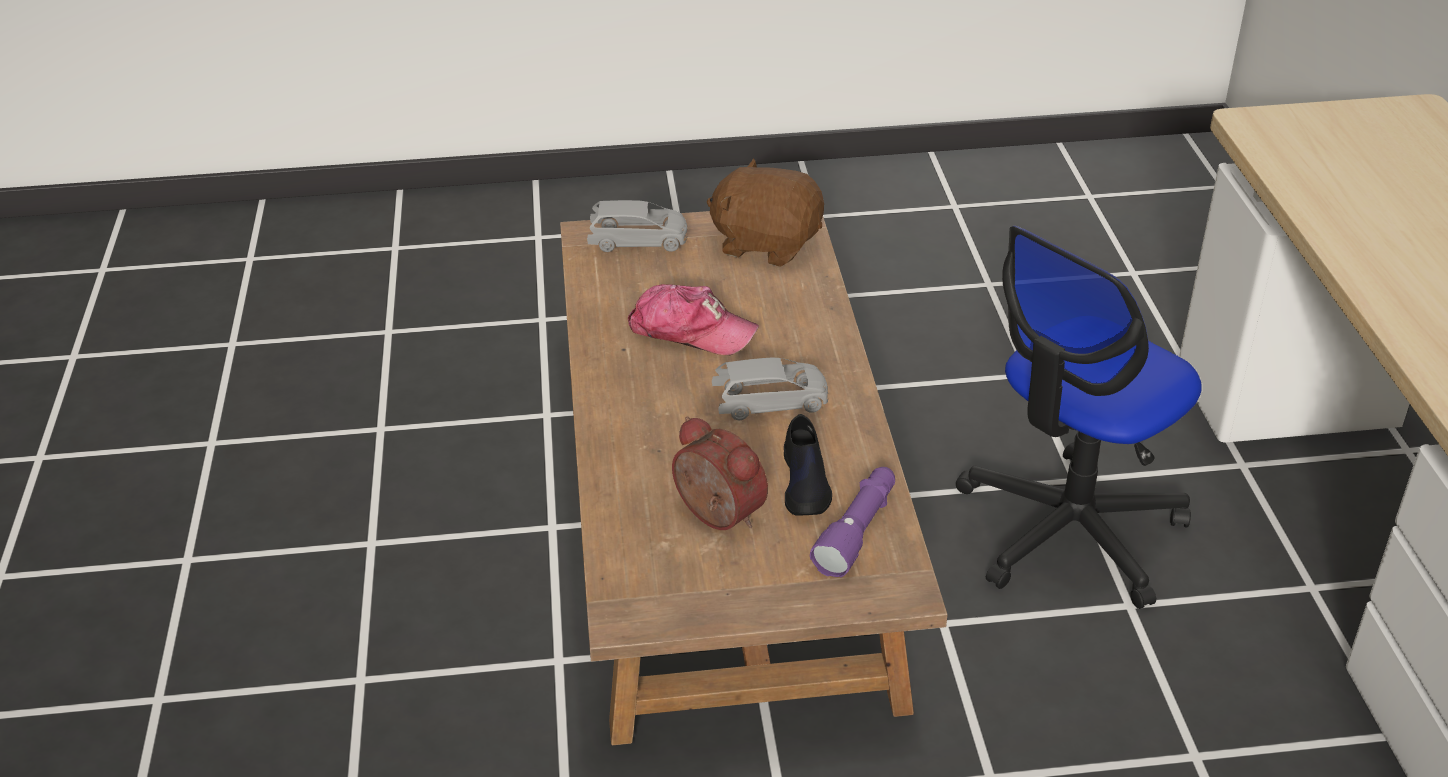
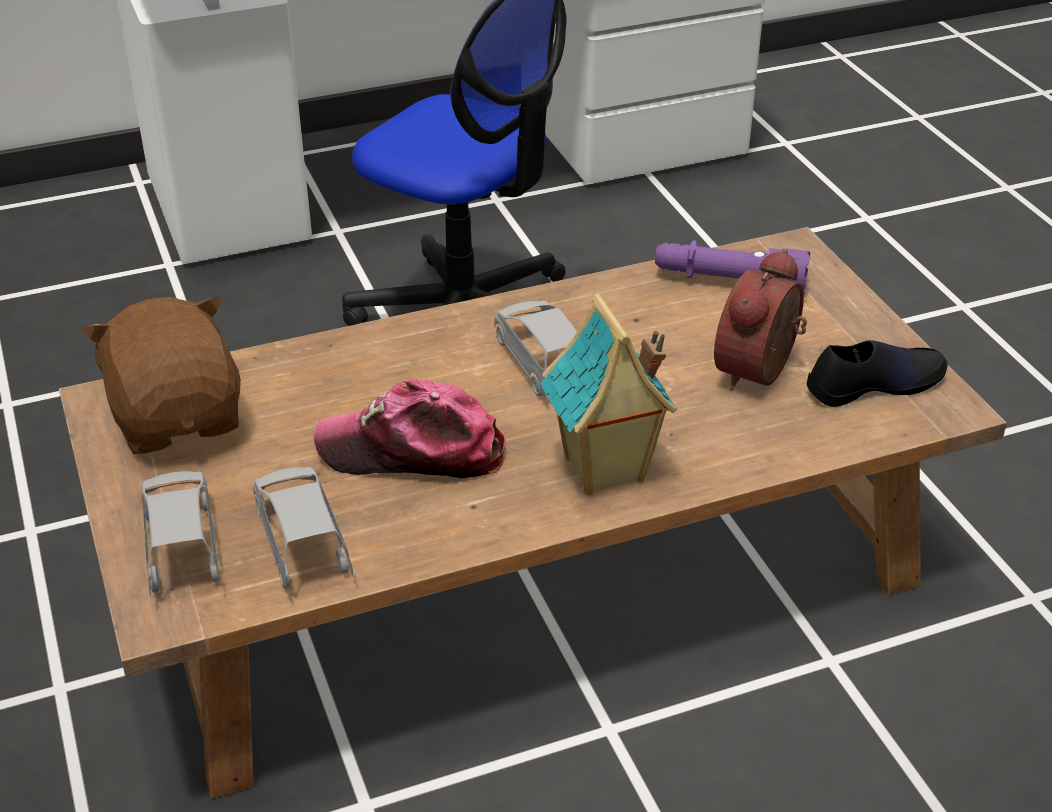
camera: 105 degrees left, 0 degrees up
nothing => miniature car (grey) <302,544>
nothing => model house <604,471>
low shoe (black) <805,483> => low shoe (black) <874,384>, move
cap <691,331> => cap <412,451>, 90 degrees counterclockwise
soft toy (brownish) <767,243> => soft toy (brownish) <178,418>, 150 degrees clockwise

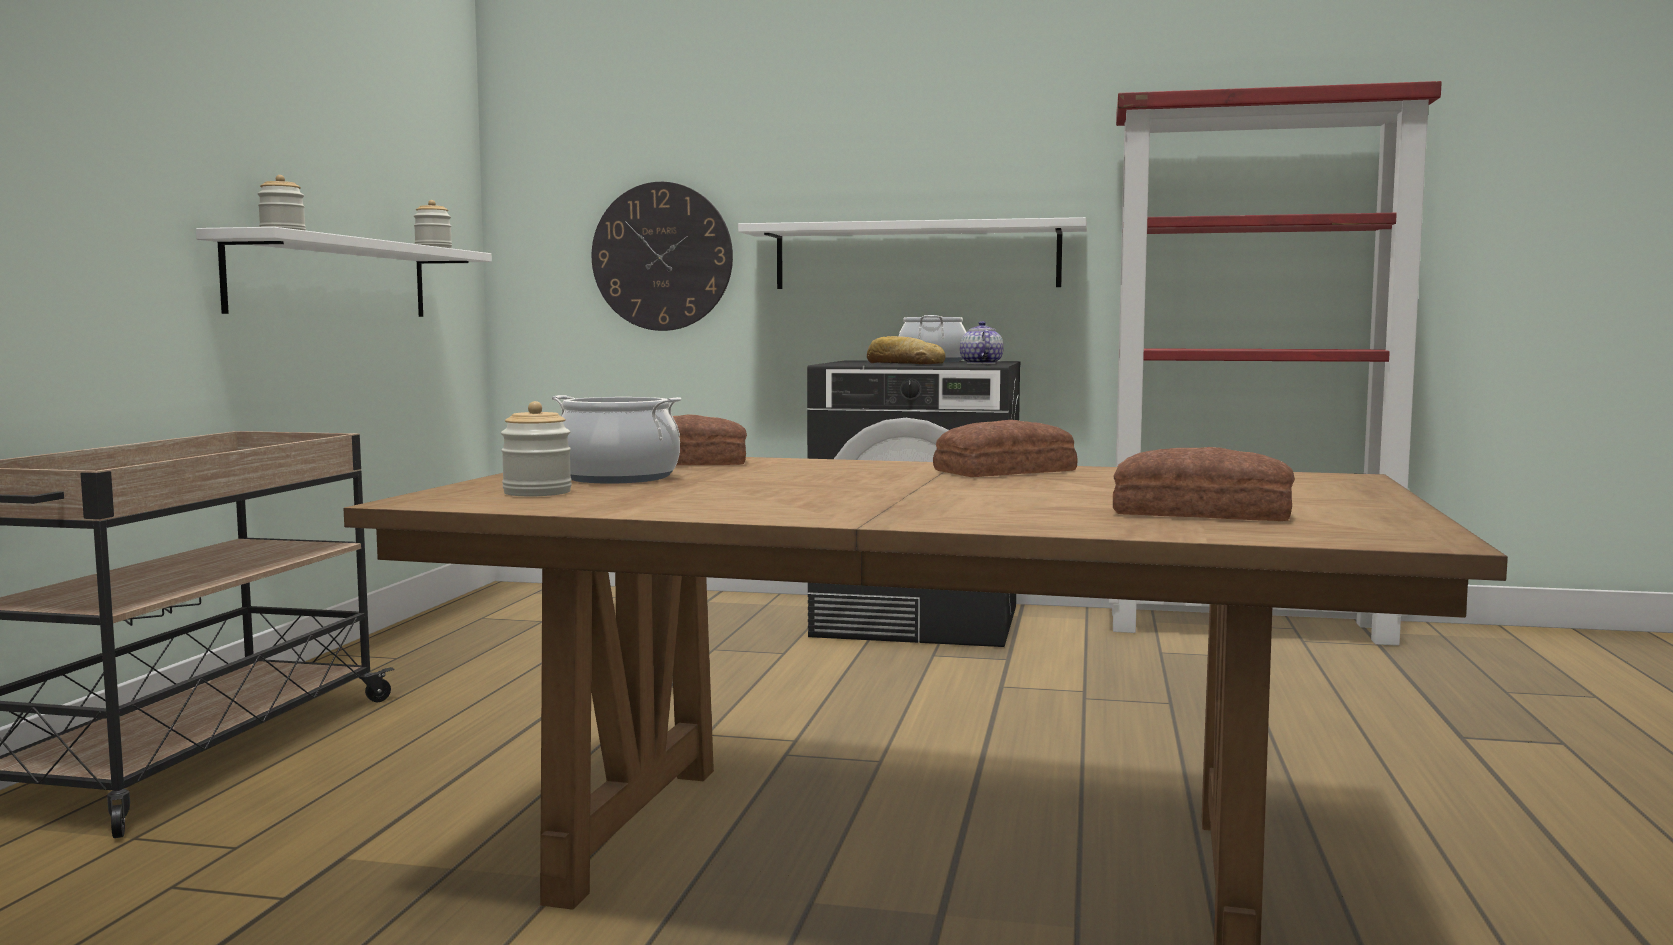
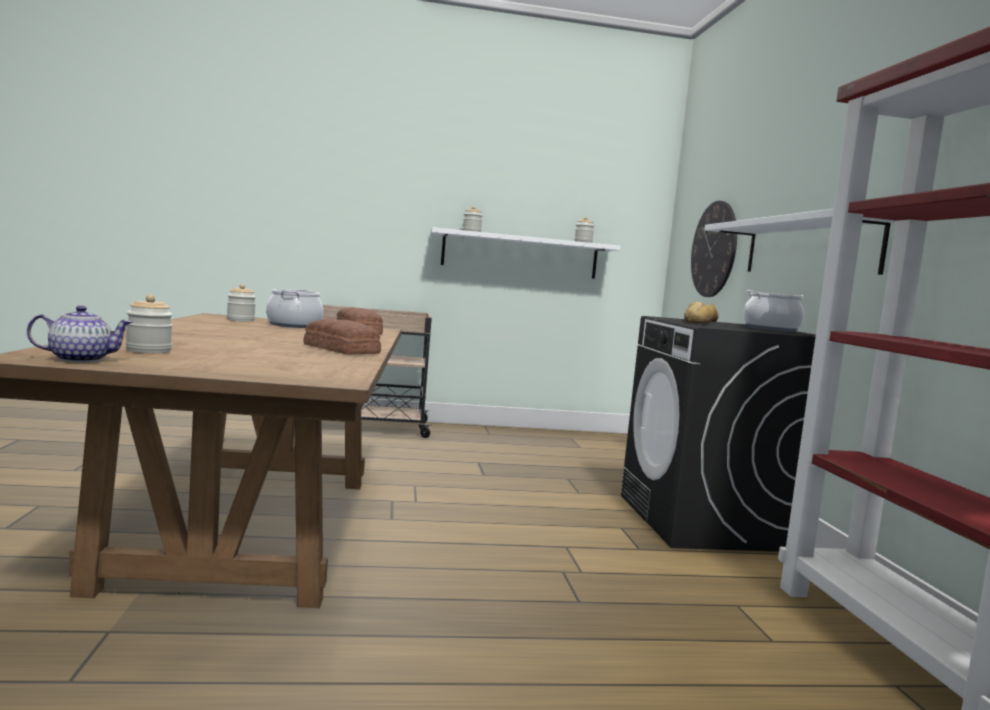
camera: 70 degrees right, 0 degrees up
teapot <980,363> => teapot <79,359>, move
bakery bread <1203,513> => storage jar <148,350>

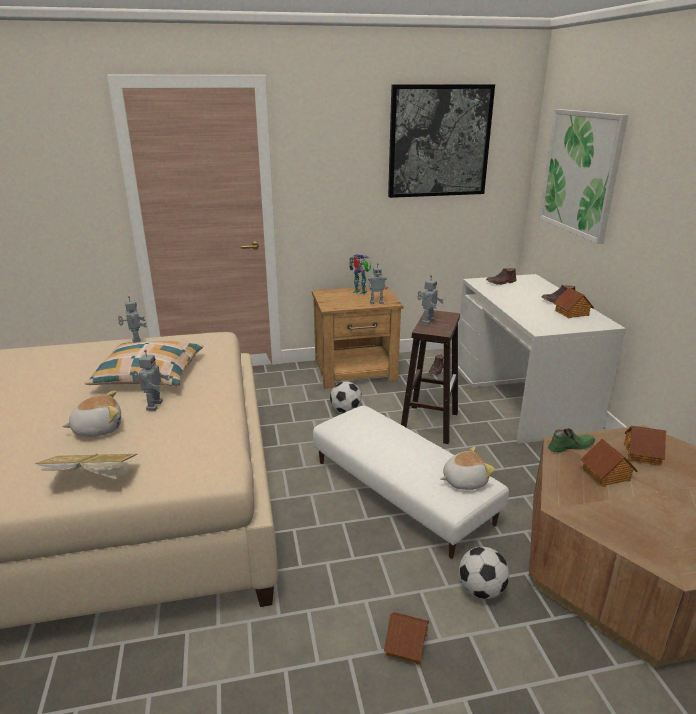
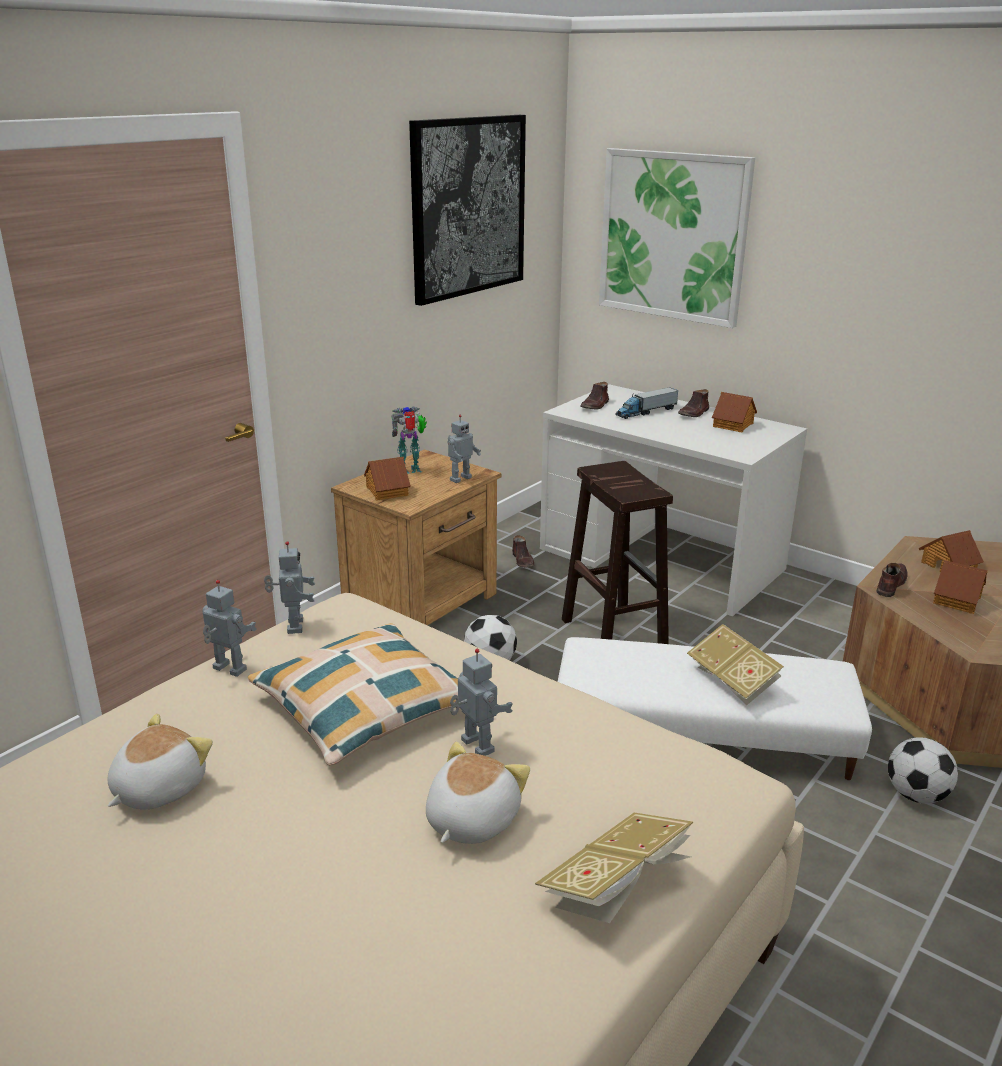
camera: 40 degrees left, 0 degrees up
nothing => toy lorry <646,412>
nothing => volume <733,681>
model house <405,643> => model house <386,491>, move
model robot <427,321> => model robot <293,626>, move
soft toy <464,481> => soft toy <157,788>, move
low shoe (green) <570,446> => low shoe (brownish) <890,585>

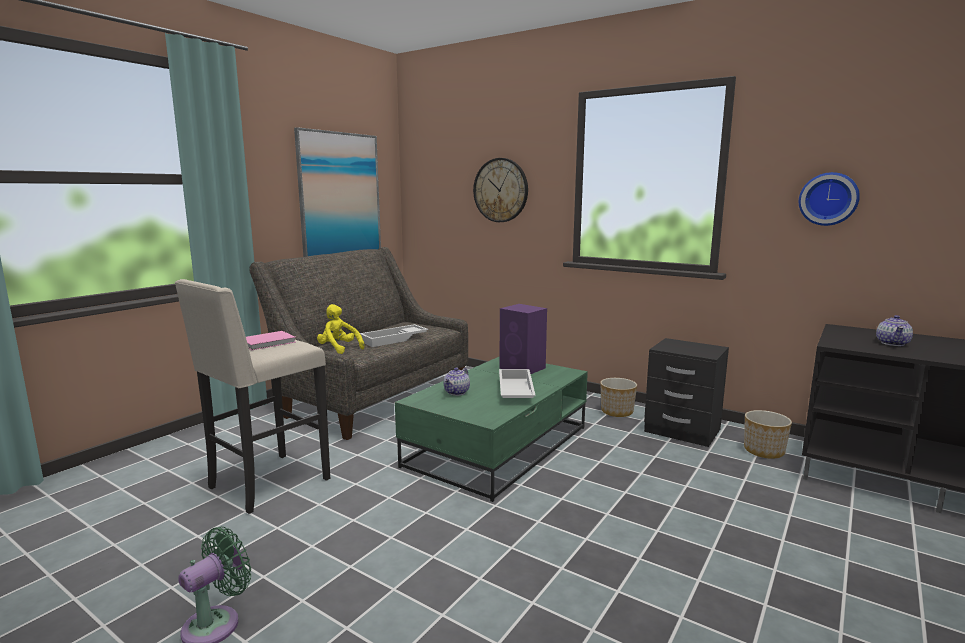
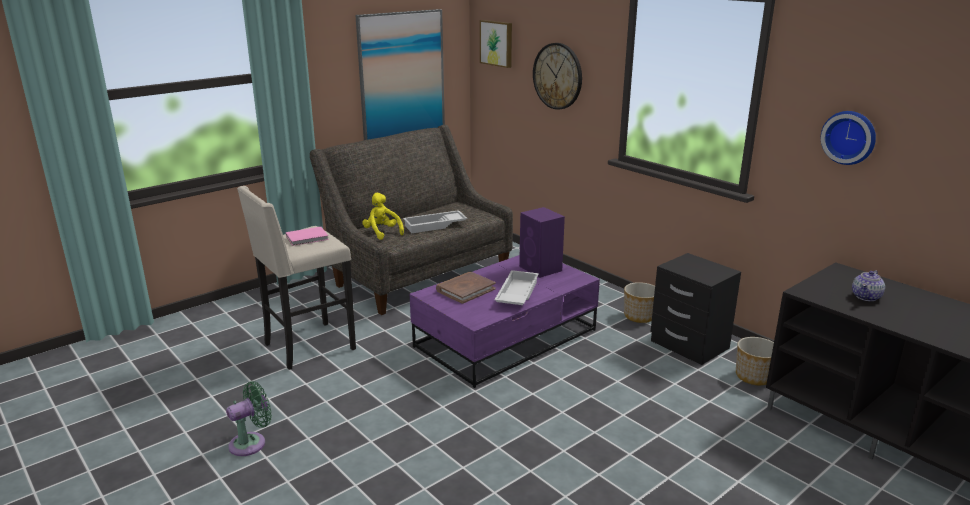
camera: 15 degrees right, 10 degrees up
nothing => wall picture <497,43>
teapot <457,392> => volume (brownish) <465,290>
lounge table (green) <498,445> => lounge table (purplish) <506,337>

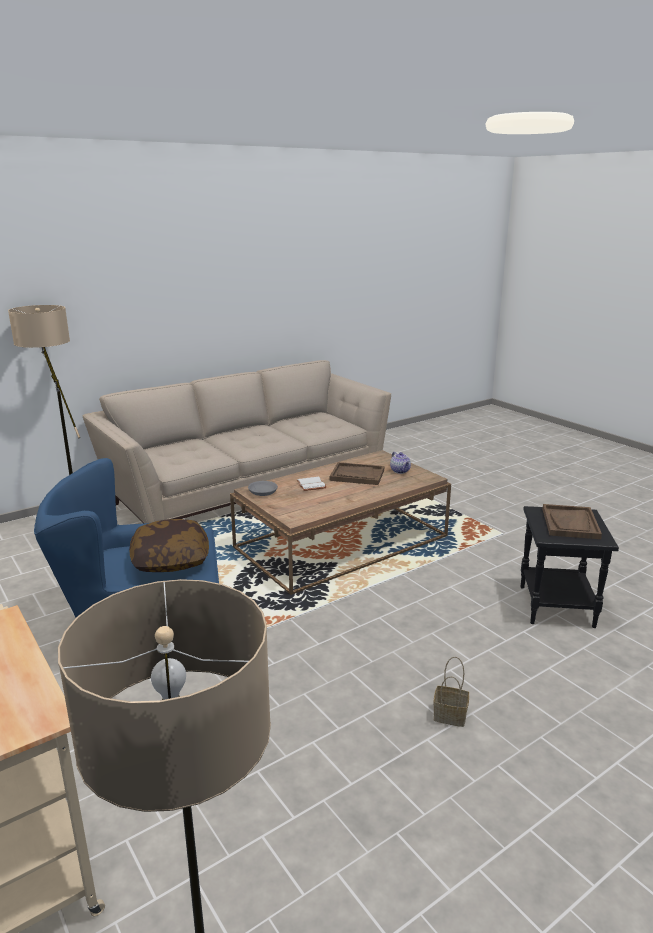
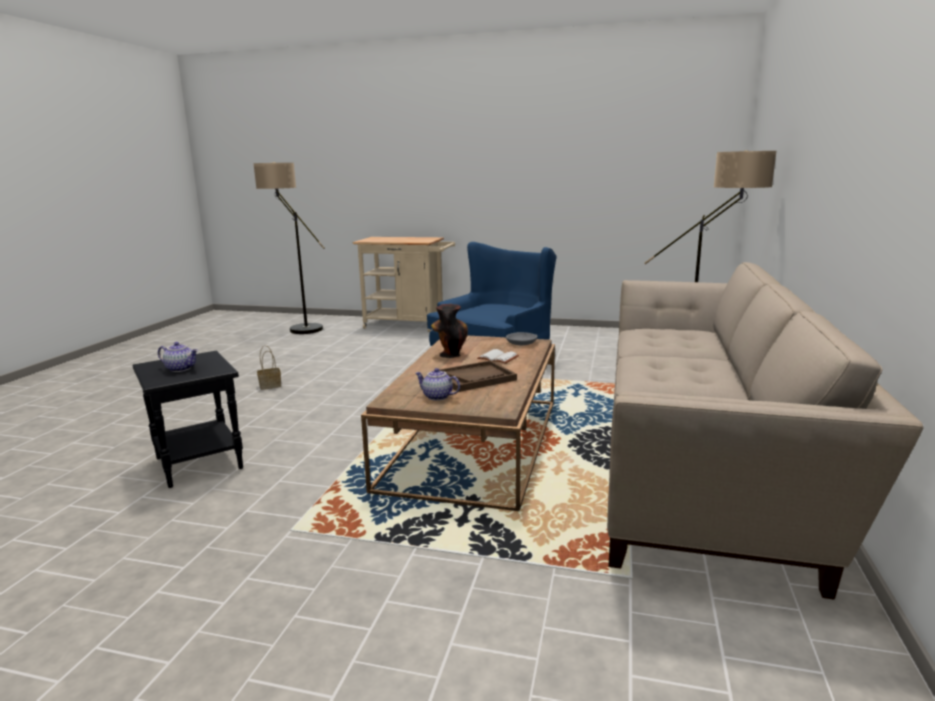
camera: 140 degrees right, 5 degrees down
throw pillow <170,559> => nothing
nothing => flower vase <450,354>
serving tray (brownish) <570,523> => teapot <181,368>

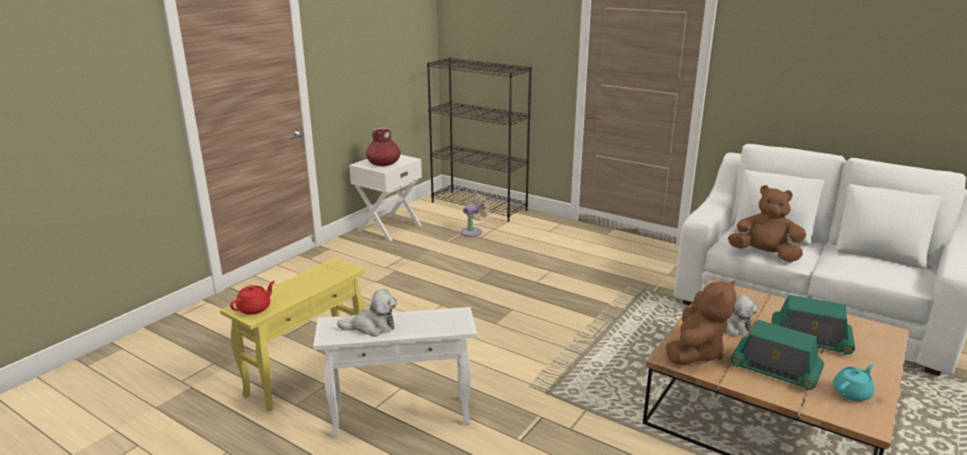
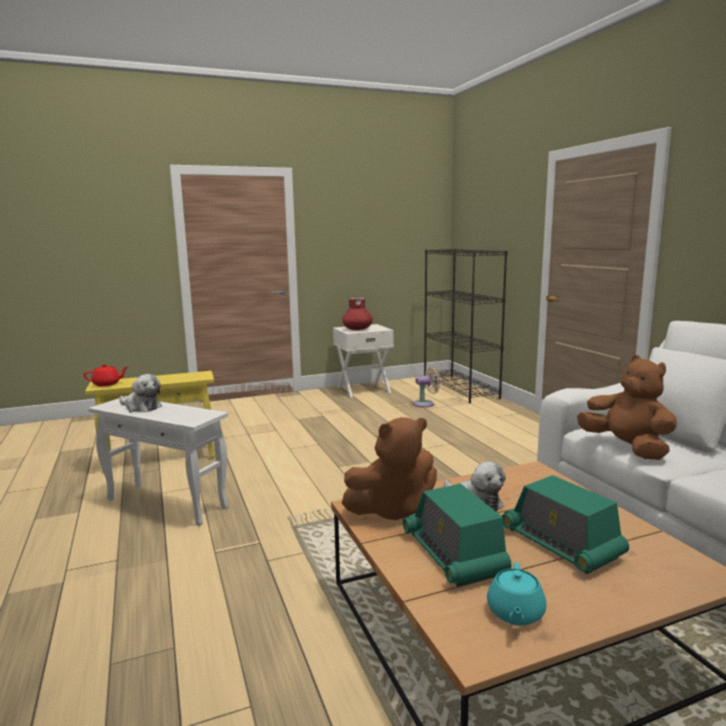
camera: 35 degrees right, 10 degrees down
teapot (turquoise-coloured) <852,393> => teapot (turquoise-coloured) <515,613>, 105 degrees clockwise

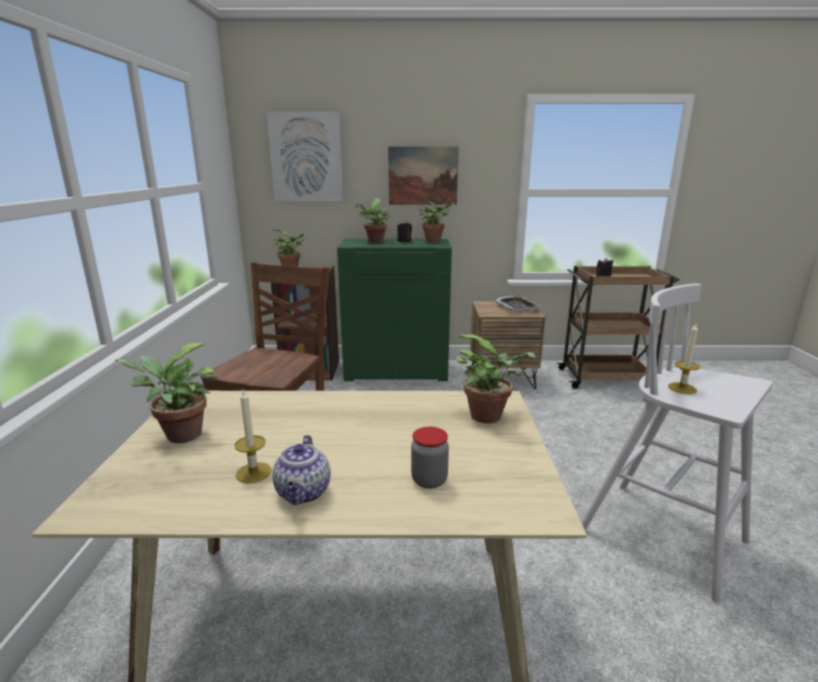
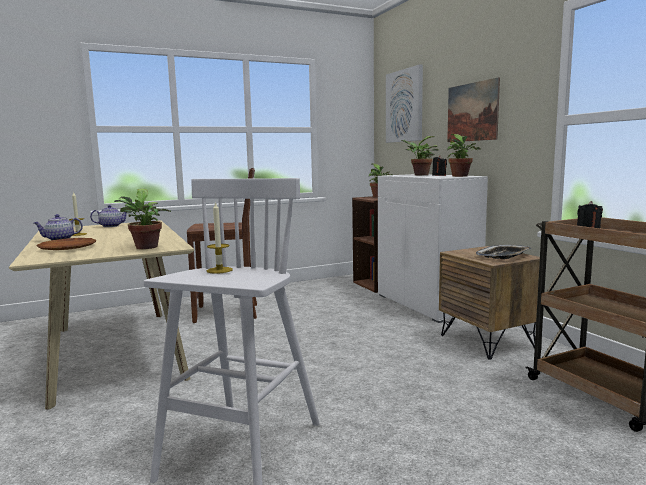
camera: 65 degrees right, 10 degrees down
houseplant <179,436> => teapot <111,226>
storage jar <429,480> => plate (brownish) <67,248>
cabinet (green) <397,370> => cabinet (whitish) <428,304>

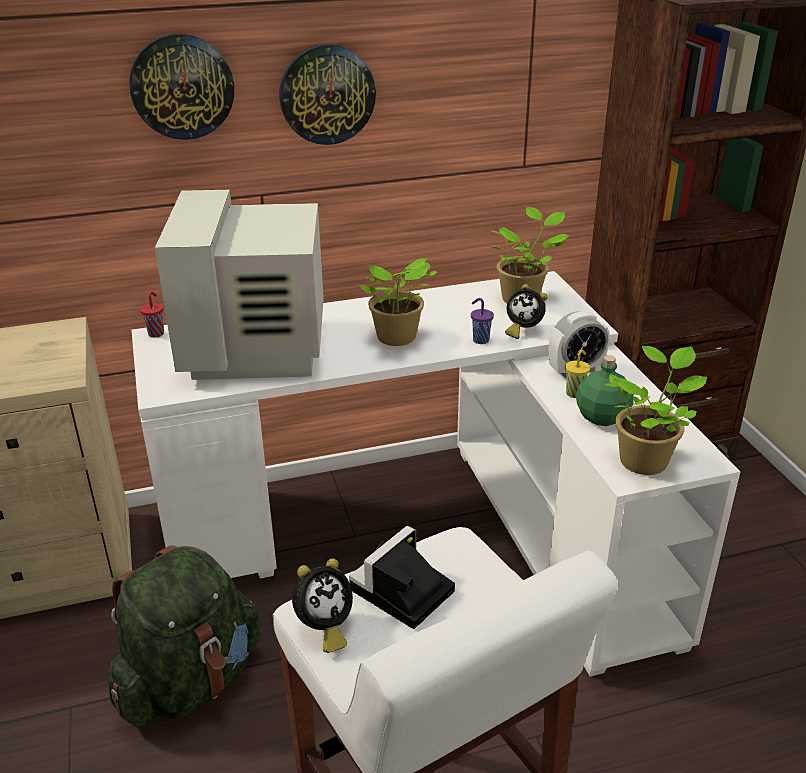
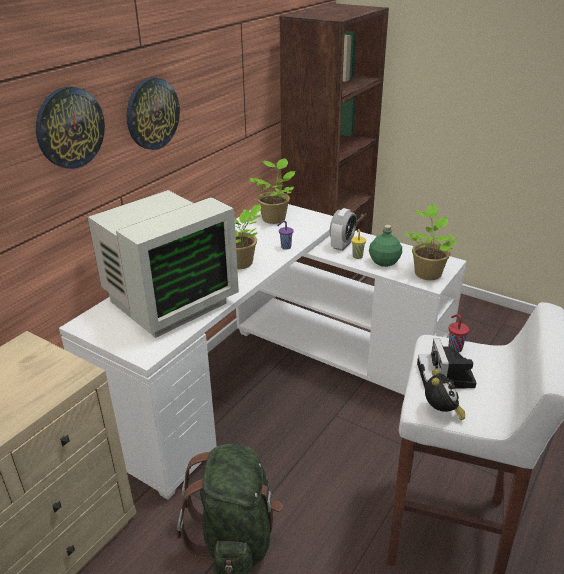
camera: 40 degrees left, 0 degrees up
table clock <522,330> => nothing
drinking cup (red-coloured) <156,333> => drinking cup (red-coloured) <454,348>, move
monitor <258,348> => monitor <167,302>, 90 degrees counterclockwise

